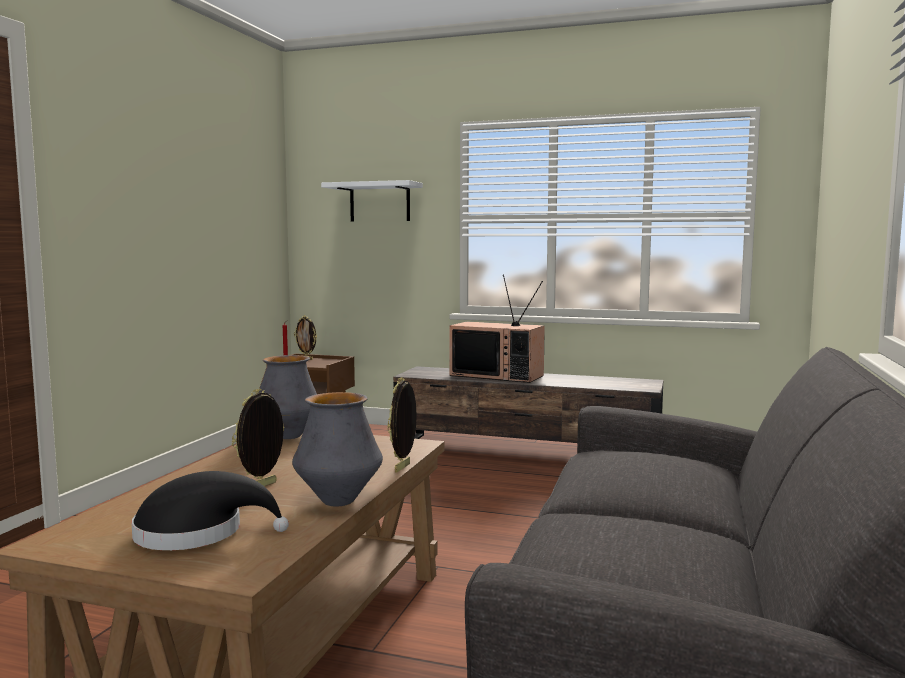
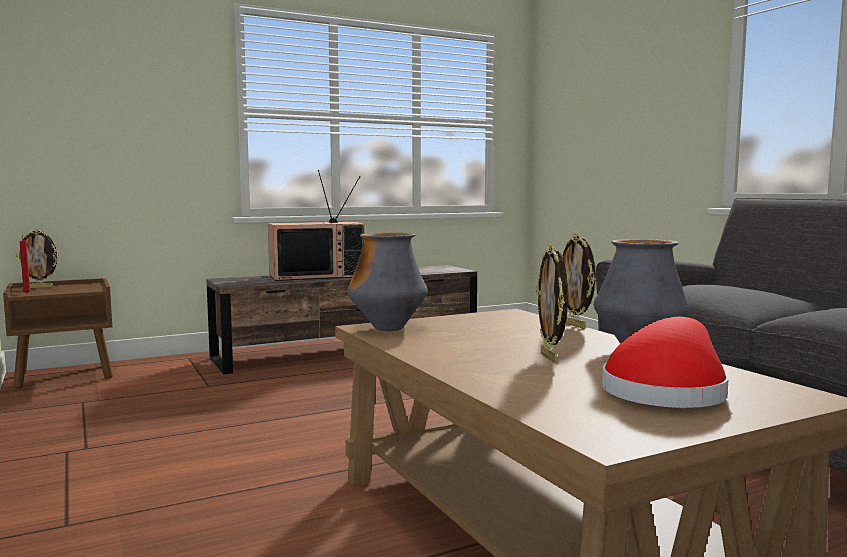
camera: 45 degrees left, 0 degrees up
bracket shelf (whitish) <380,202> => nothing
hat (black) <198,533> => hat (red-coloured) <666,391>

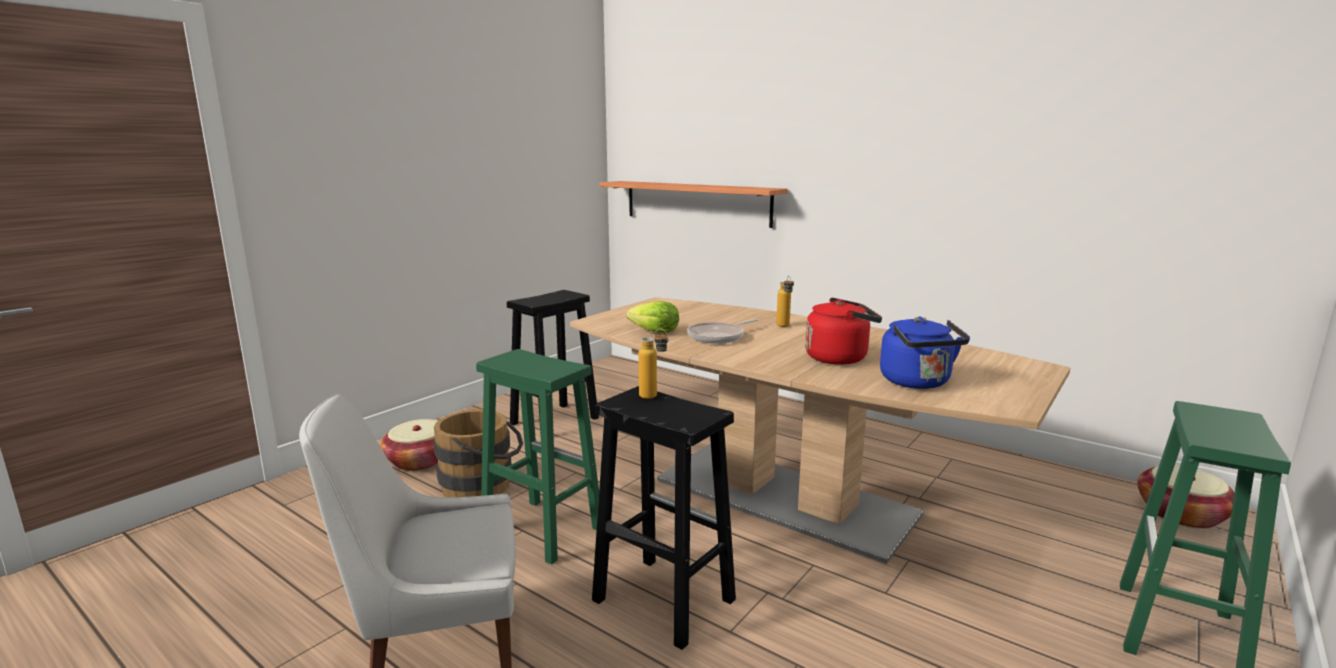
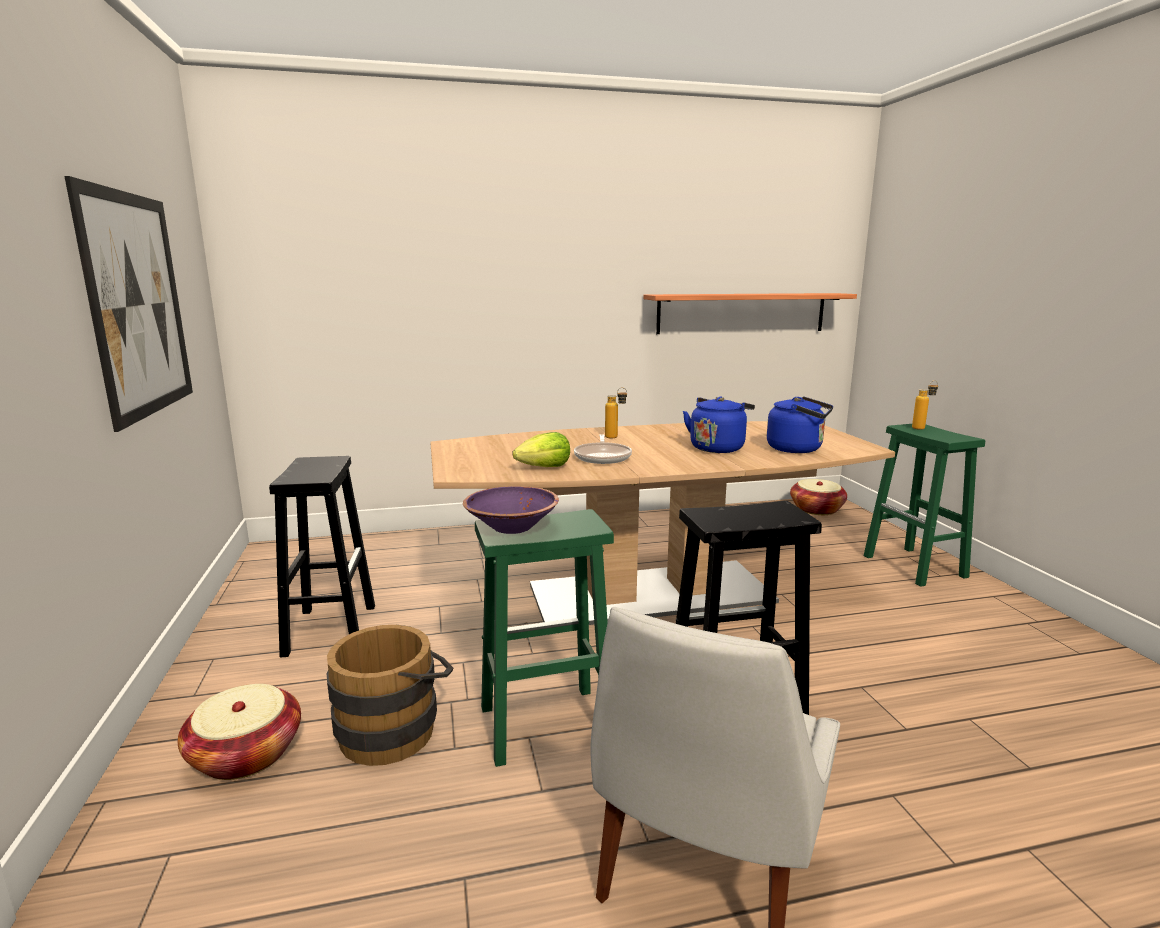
camera: 50 degrees left, 0 degrees up
nothing => wall picture <139,305>
nothing => deep dish (purplish) <512,527>
bracket shelf <696,203> => bracket shelf <742,313>, move
drink bottle <654,397> => drink bottle <922,428>, move
tea kettle (red-coloured) <839,358> => tea kettle (blue-coloured) <717,448>

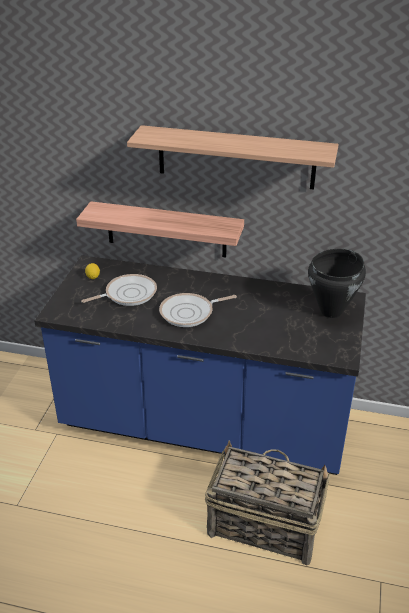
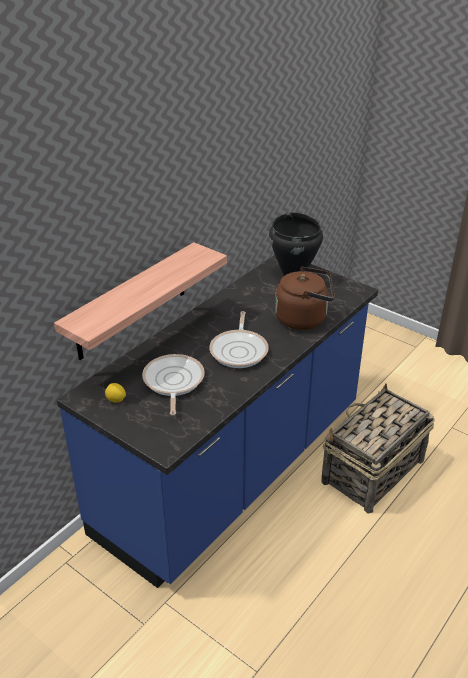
camera: 65 degrees left, 0 degrees up
bracket shelf <236,157> => nothing
nothing => tea kettle (brownish) <304,318>

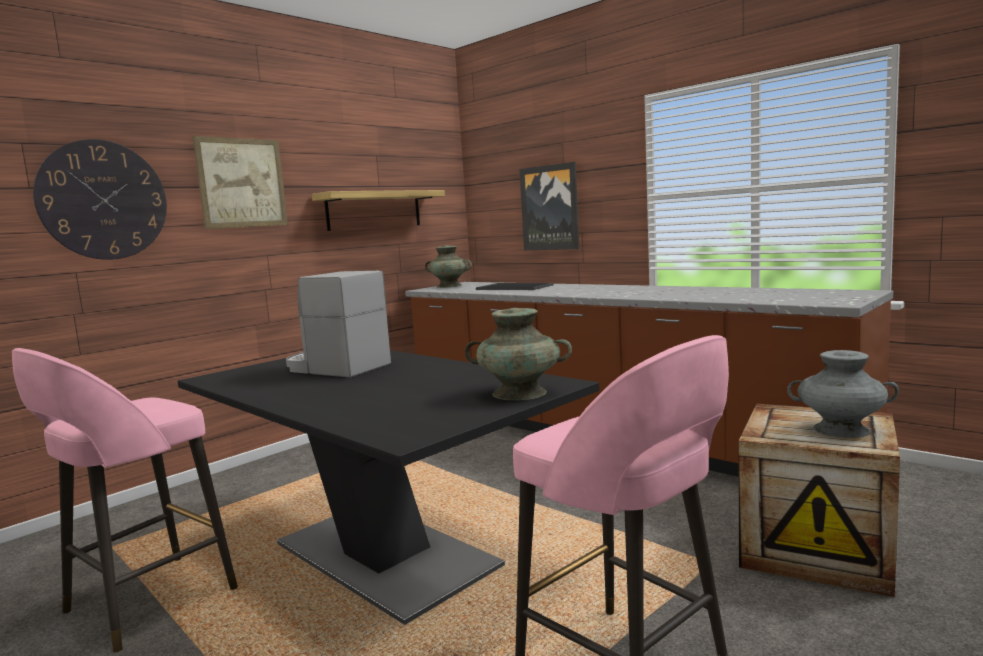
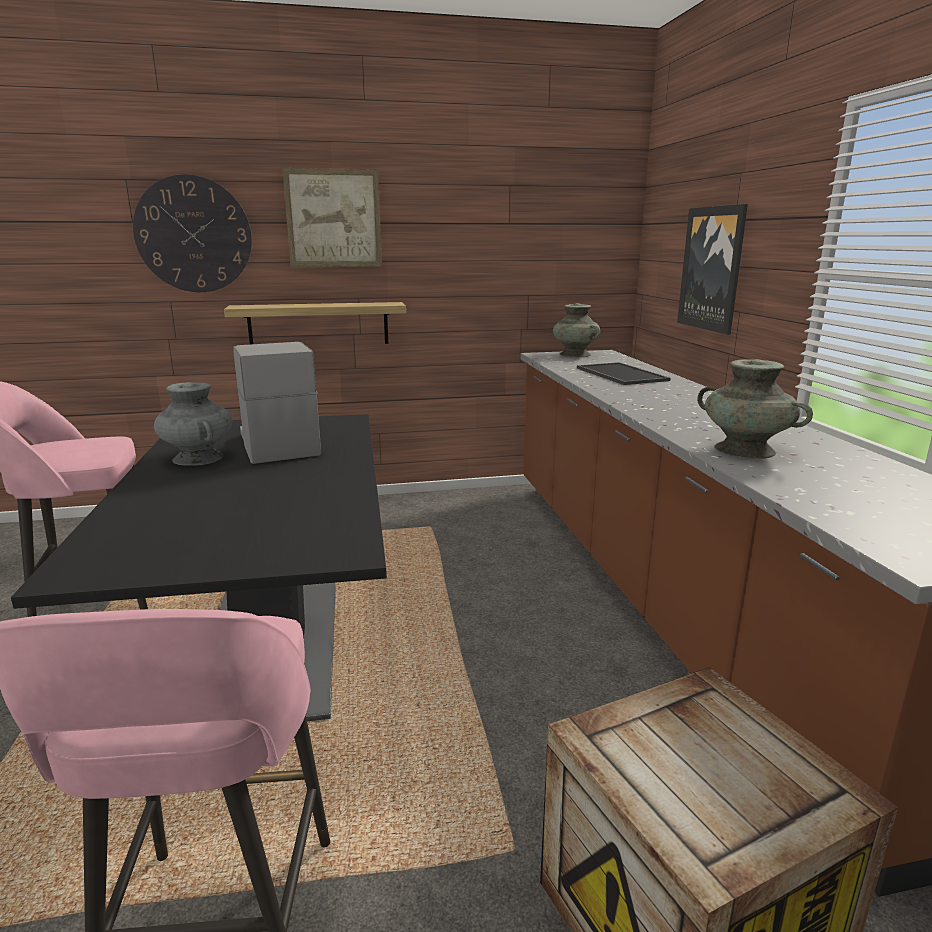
camera: 35 degrees right, 10 degrees up
bracket shelf <374,210> => bracket shelf <319,324>, move
flower vase (turquoise-coloured) <520,393> => flower vase (turquoise-coloured) <745,450>, move
flower vase (grey) <840,430> => flower vase (grey) <198,458>, move

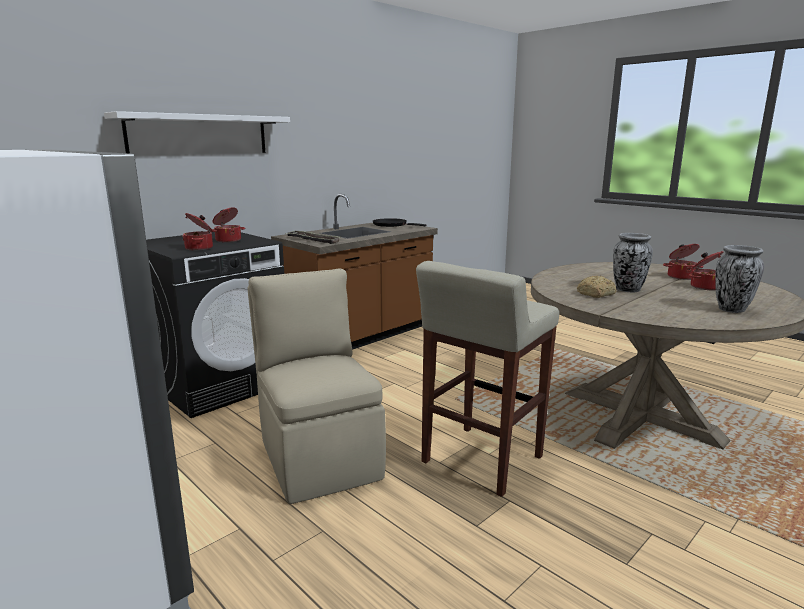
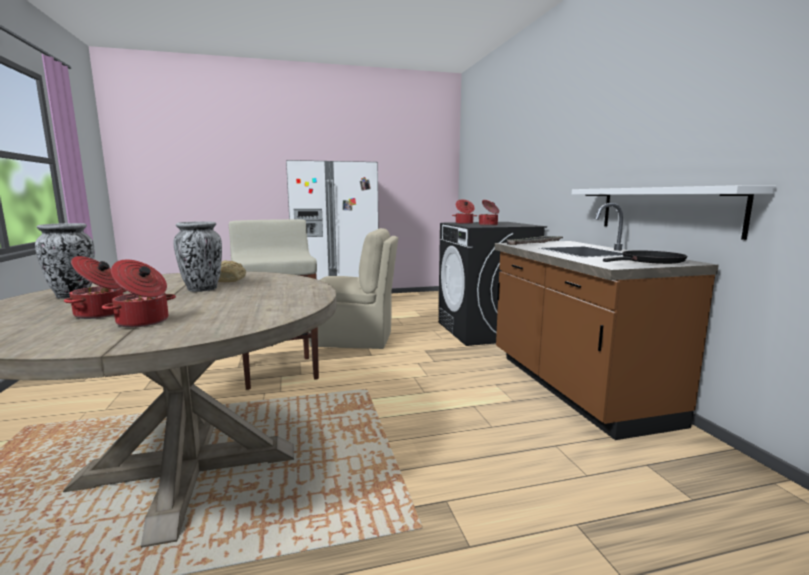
camera: 120 degrees right, 5 degrees down
bracket shelf (whitish) <199,134> => bracket shelf (whitish) <665,210>, move

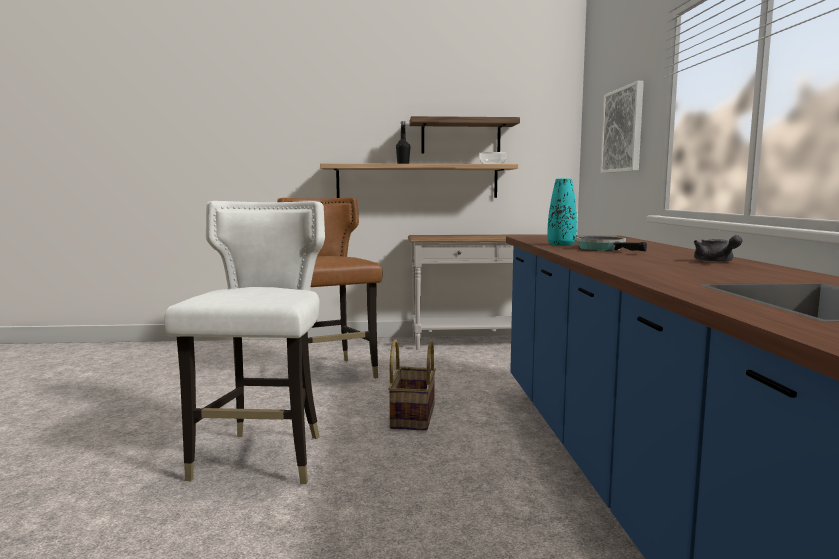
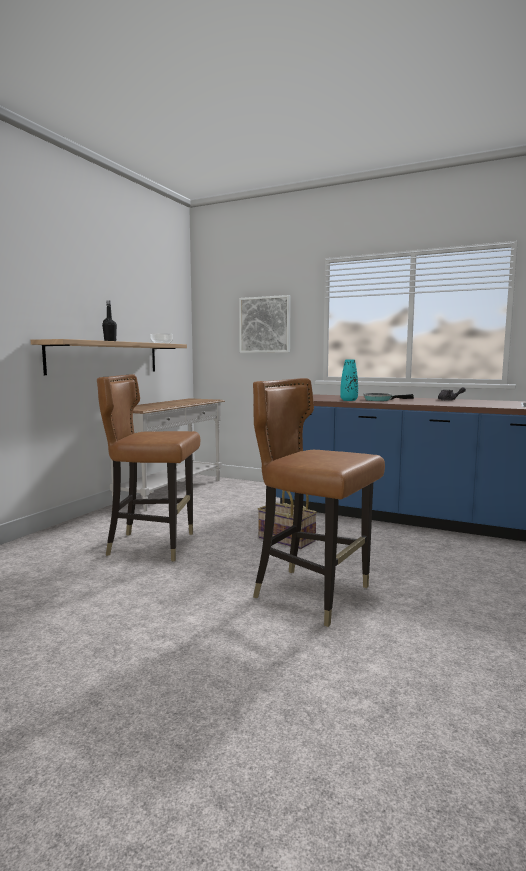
camera: 60 degrees left, 0 degrees up
bracket shelf <461,137> => nothing
plain chair (whitish) <262,459> => plain chair (brownish) <313,594>

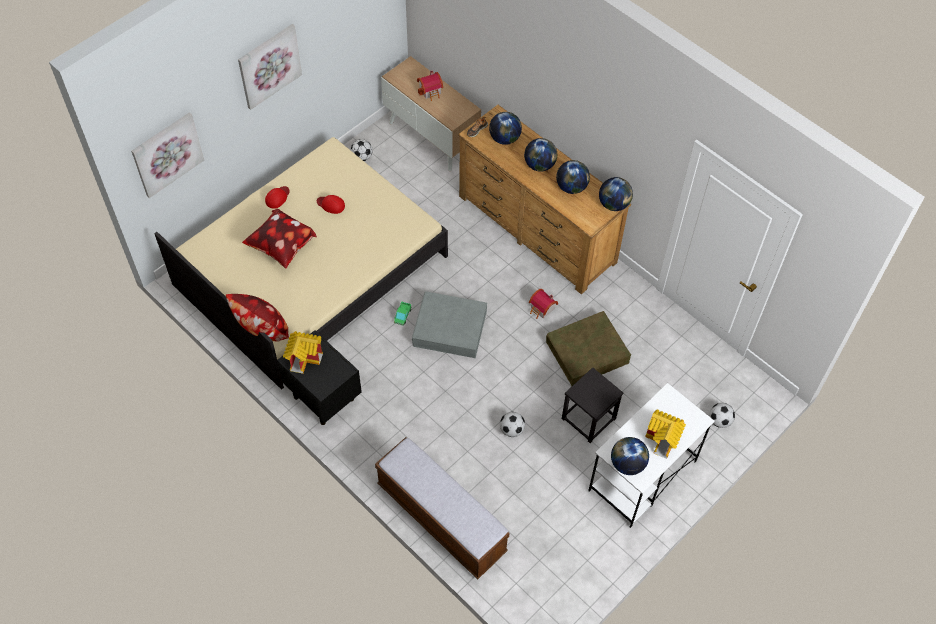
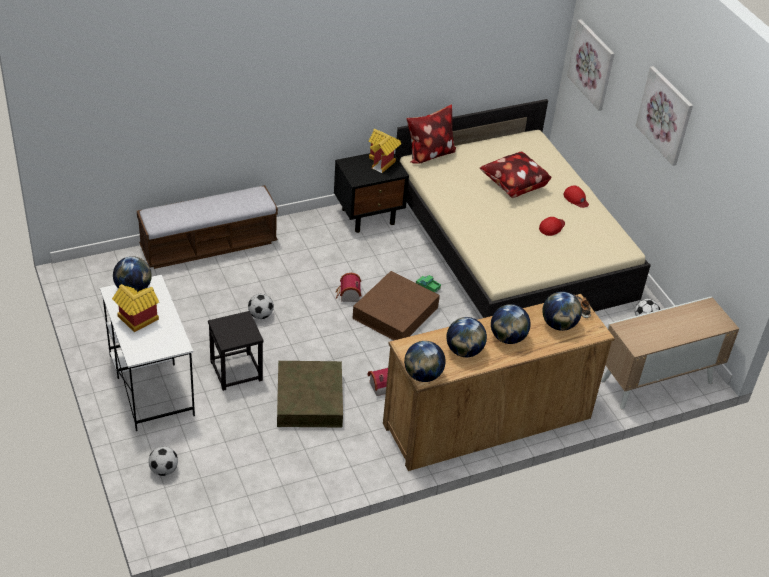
camera: 110 degrees right, 15 degrees down
model house <431,91> => model house <348,296>, move
storage bin (grey) <450,328> => storage bin (brownish) <395,313>

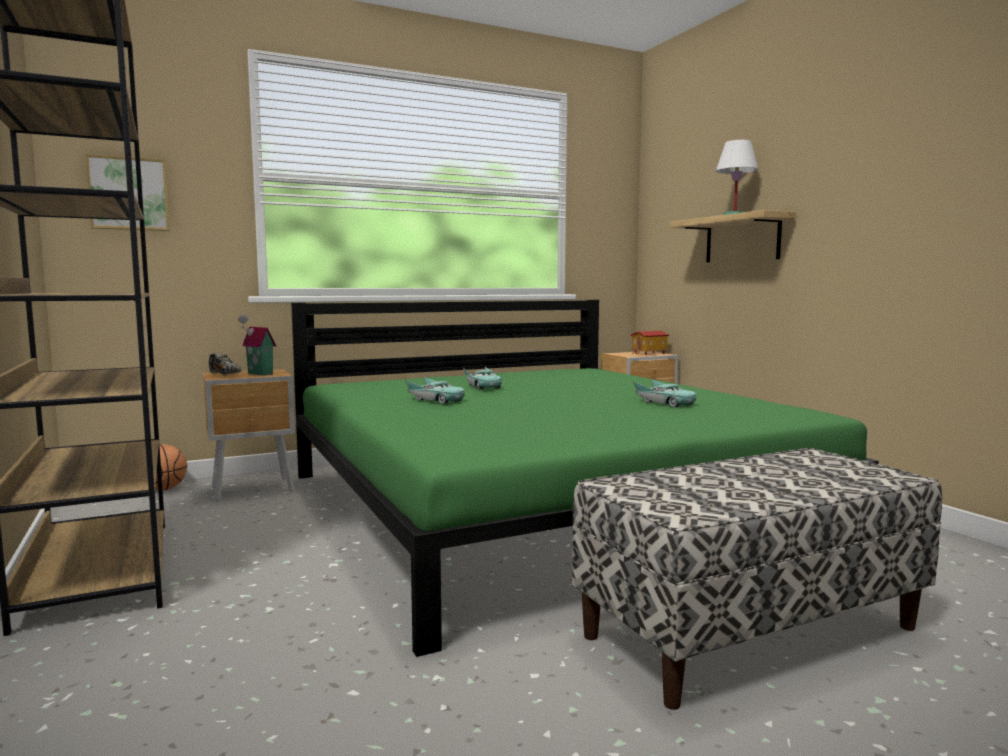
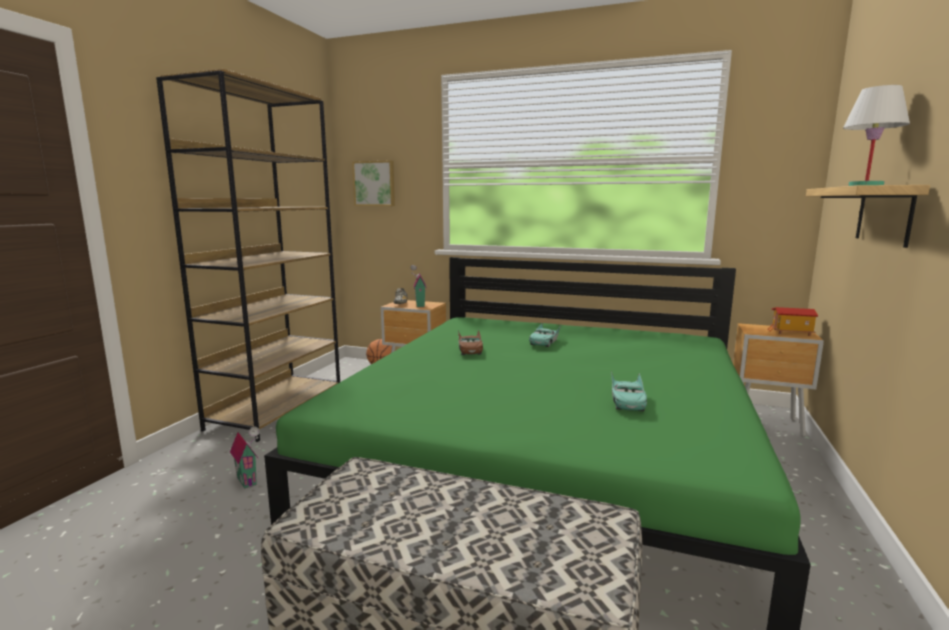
camera: 45 degrees right, 5 degrees up
nothing => model house <249,480>
miniature car (turquoise-coloured) <435,400> => miniature car (brownish) <470,349>

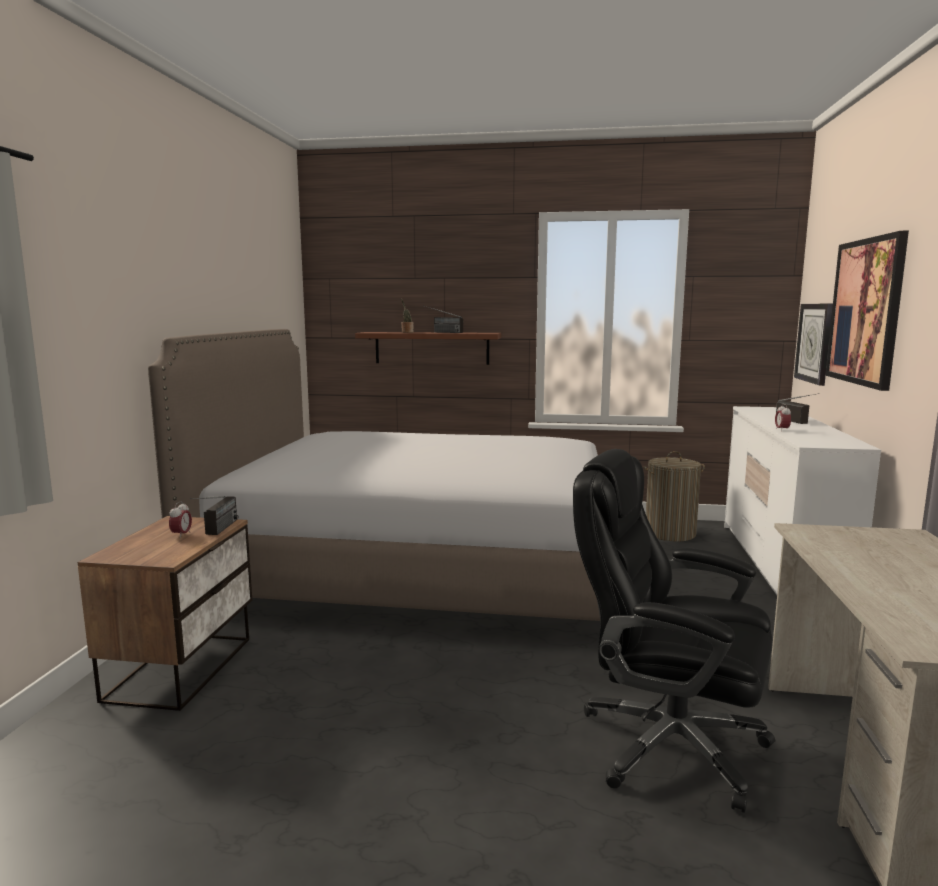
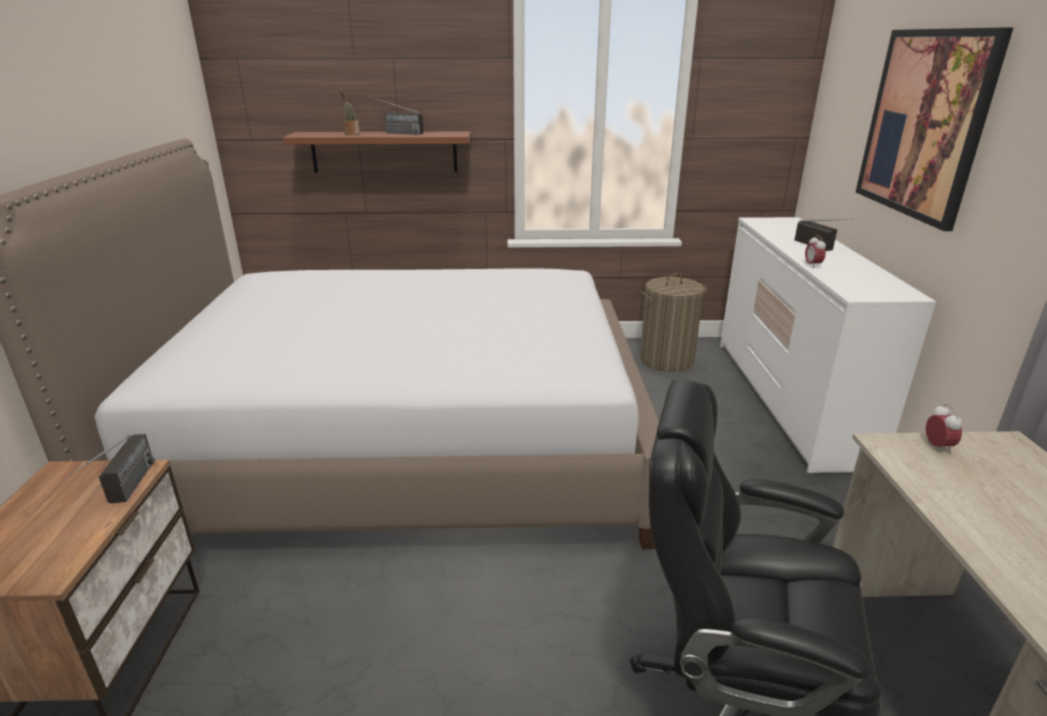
camera: 10 degrees left, 15 degrees up
hanging clock <814,342> => nothing
table clock <181,535> => table clock <937,447>, move

